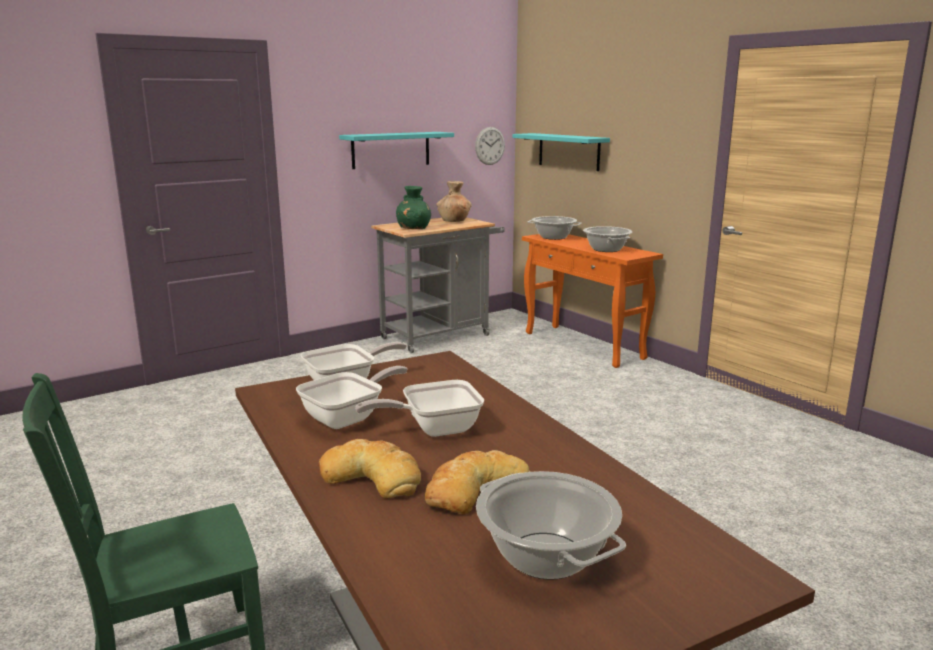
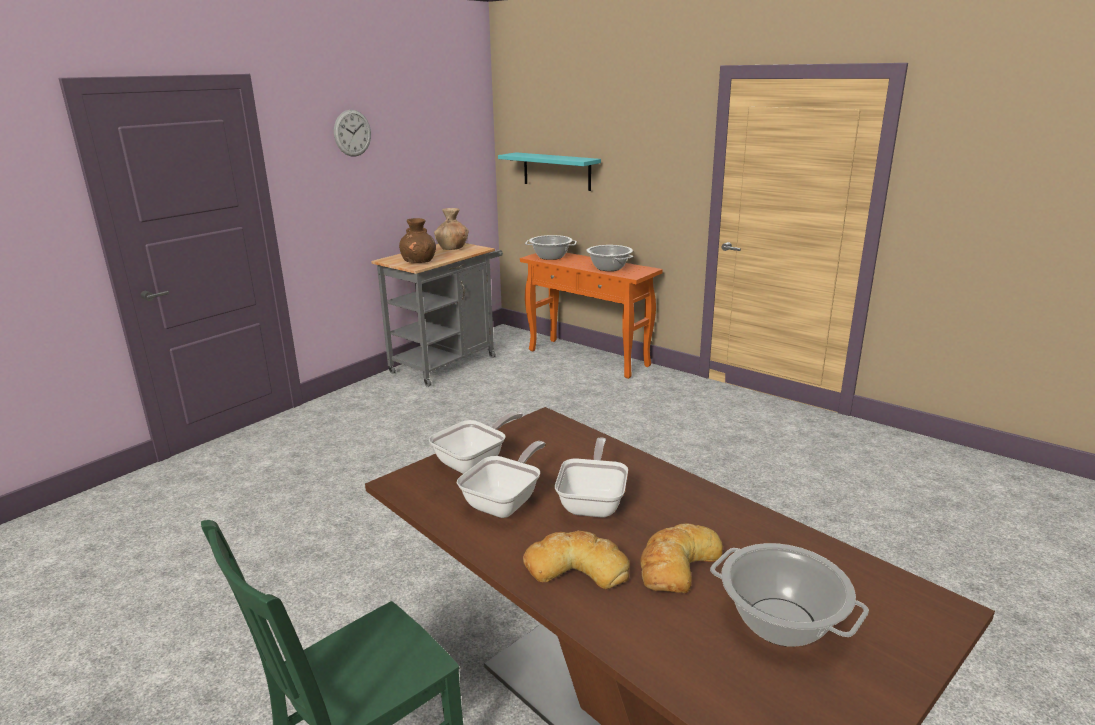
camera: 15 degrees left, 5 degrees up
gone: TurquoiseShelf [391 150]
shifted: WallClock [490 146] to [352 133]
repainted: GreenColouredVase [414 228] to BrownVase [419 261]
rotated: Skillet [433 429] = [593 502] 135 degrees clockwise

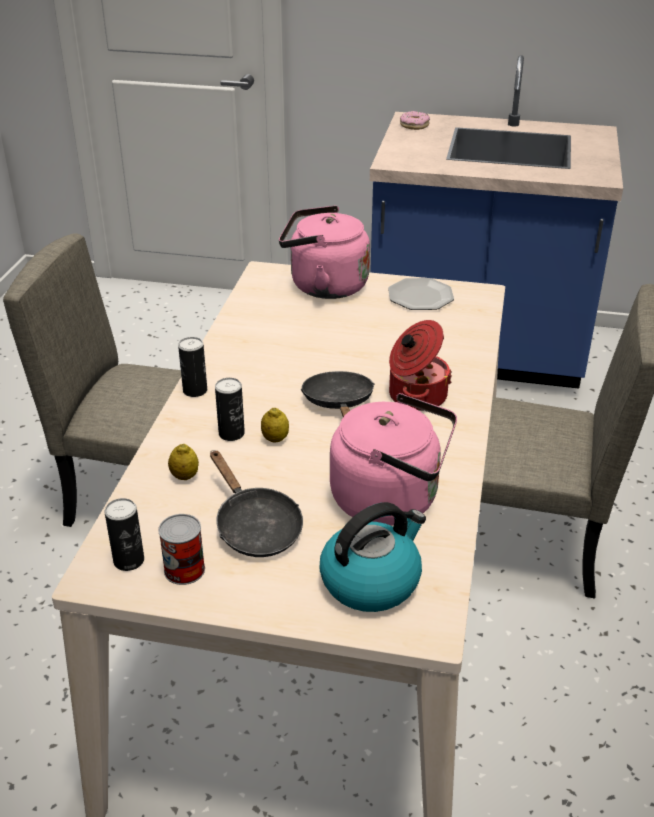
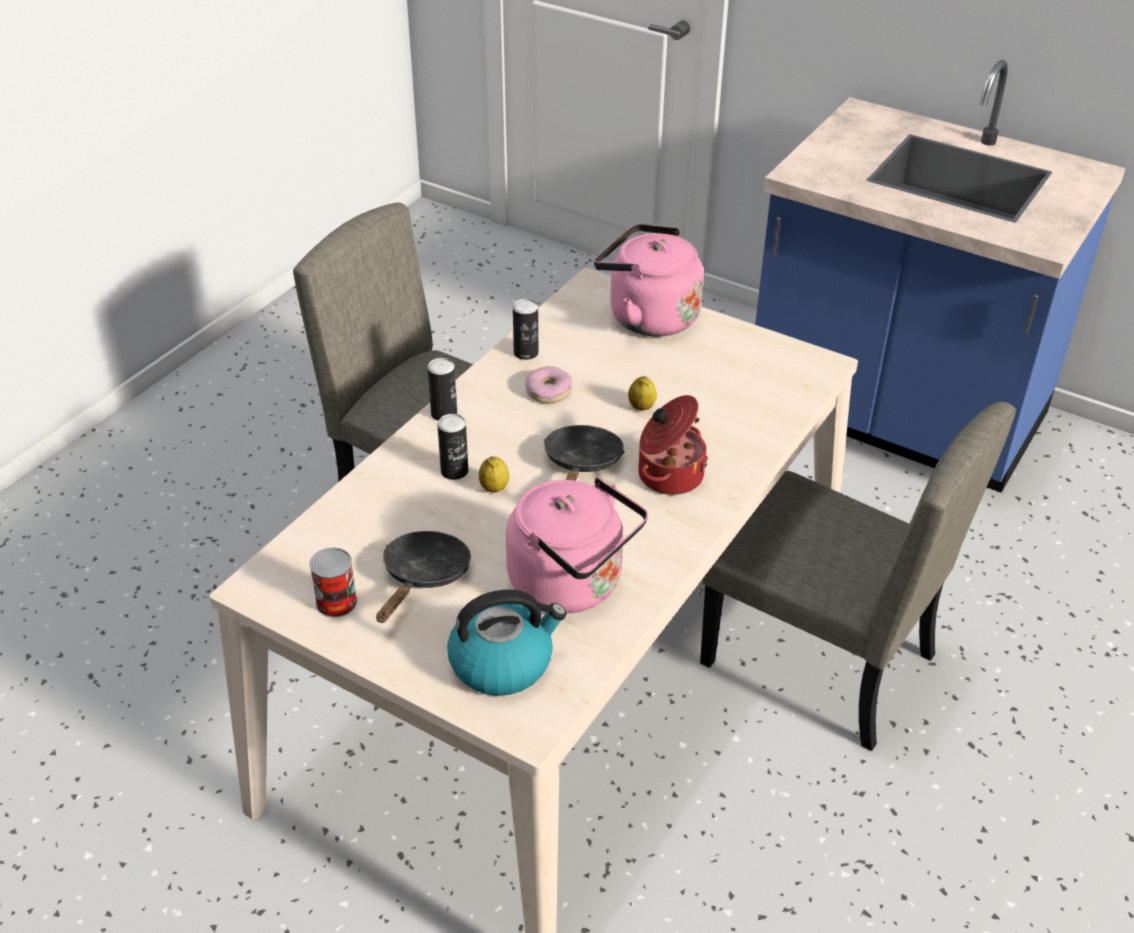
camera: 20 degrees right, 5 degrees up
gone: DinnerPlate [420 296]
shifted: SealedCan [129 560] to [526 353]; WholeLemon [184 476] to [641 407]; RingDoughnut [414 125] to [548 391]
rotated: BlackColouredSkillet [255 527] = [423 577] 150 degrees counterclockwise

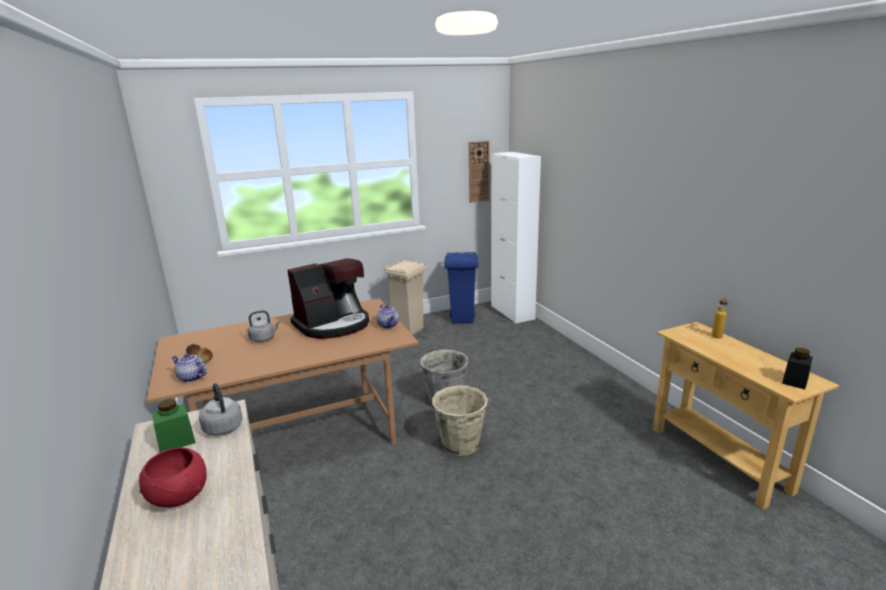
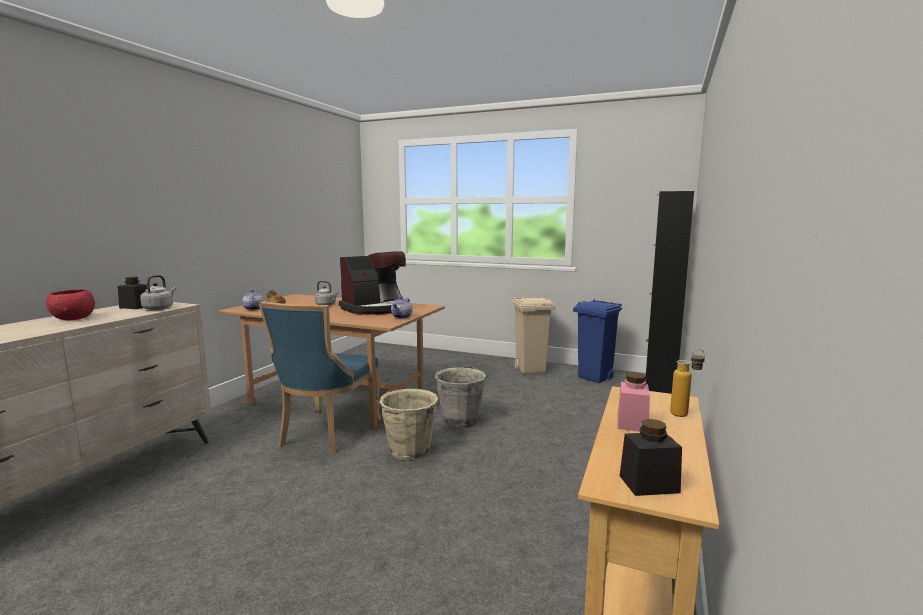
camera: 45 degrees right, 10 degrees down
gone: WallClock [478 172]
new: BlueChair [326 433]; PinkColouredJar [632 423]
repainted: GreenColouredJar [176 441] to BlackColouredJar [135 307]; WhiteColouredCupboard [512 312] to BlackColouredCupboard [660 389]
rotated: CoffeeMaker [333 324] = [376 309] 45 degrees counterclockwise

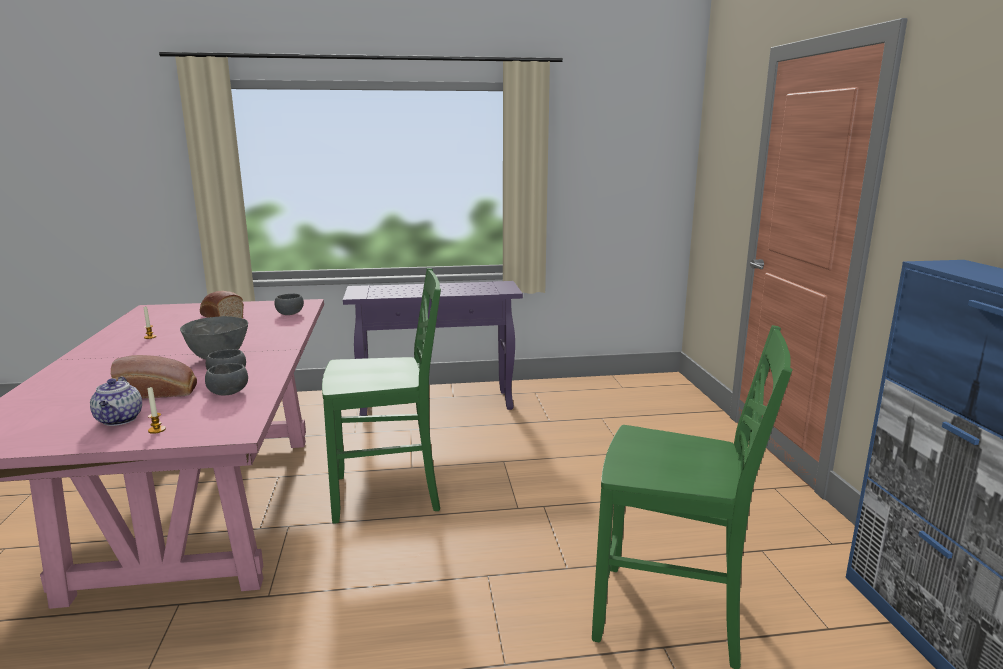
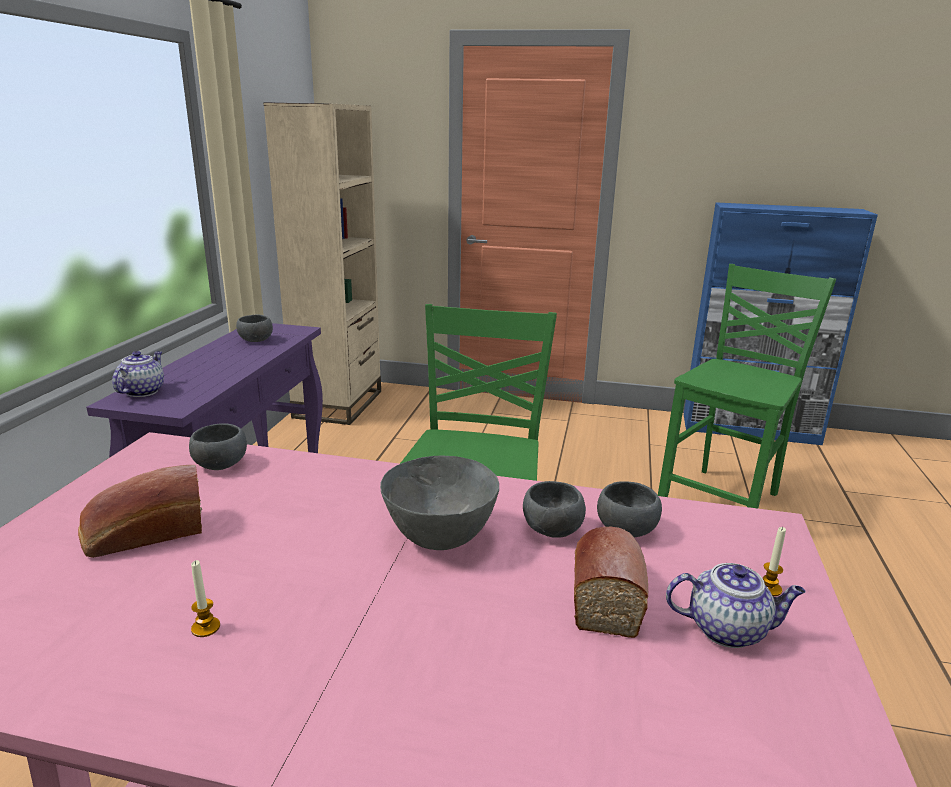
camera: 70 degrees left, 5 degrees up
new: Teapot [142 391]; GreyDeepDish [255 340]; SandColouredBookcase [338 404]

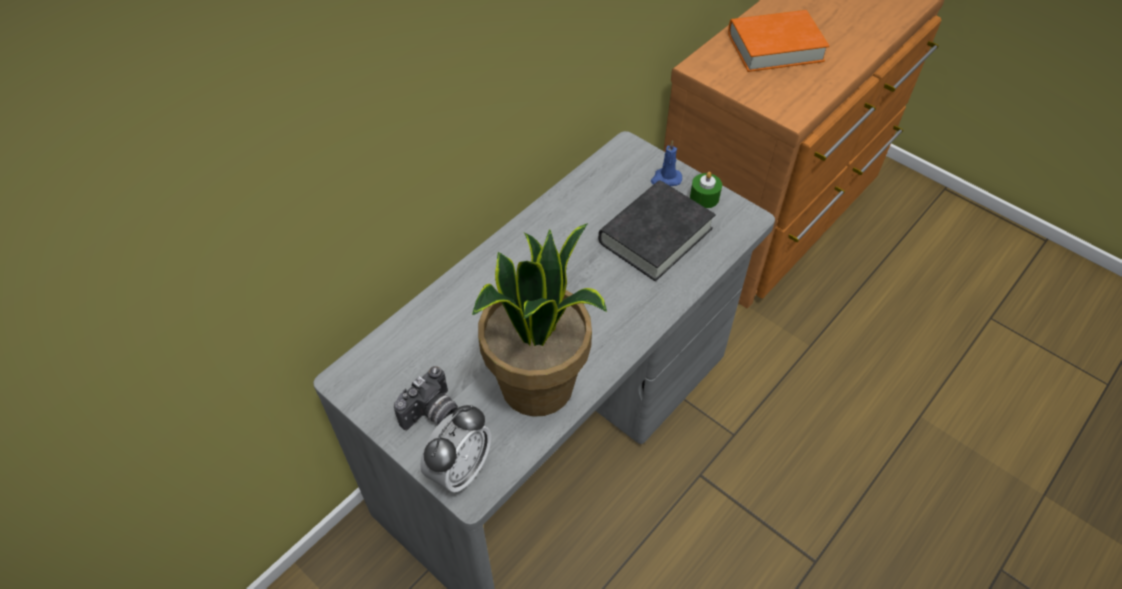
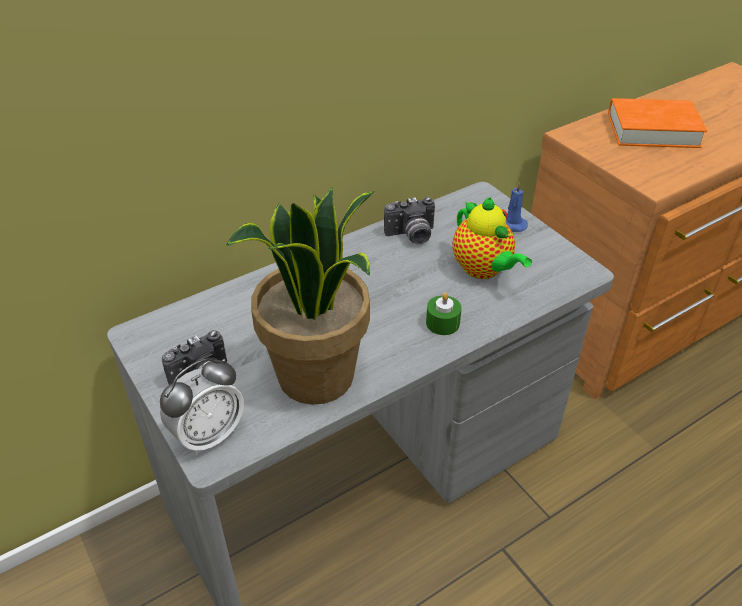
camera: 15 degrees right, 10 degrees down
new: StillCamera [411 236]
shifted: GreenColouredCandle [704 197] to [442 323]
swapped: BlackColouredVolume [655 235] to Teapot [483 270]

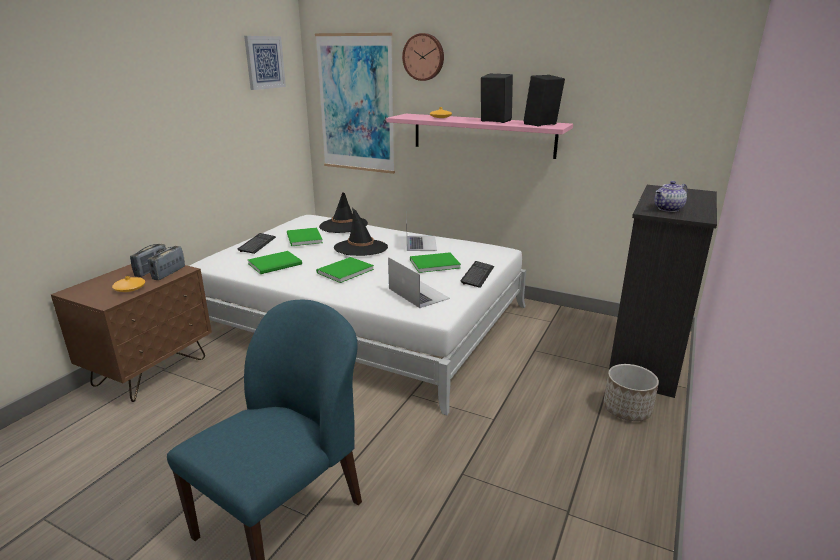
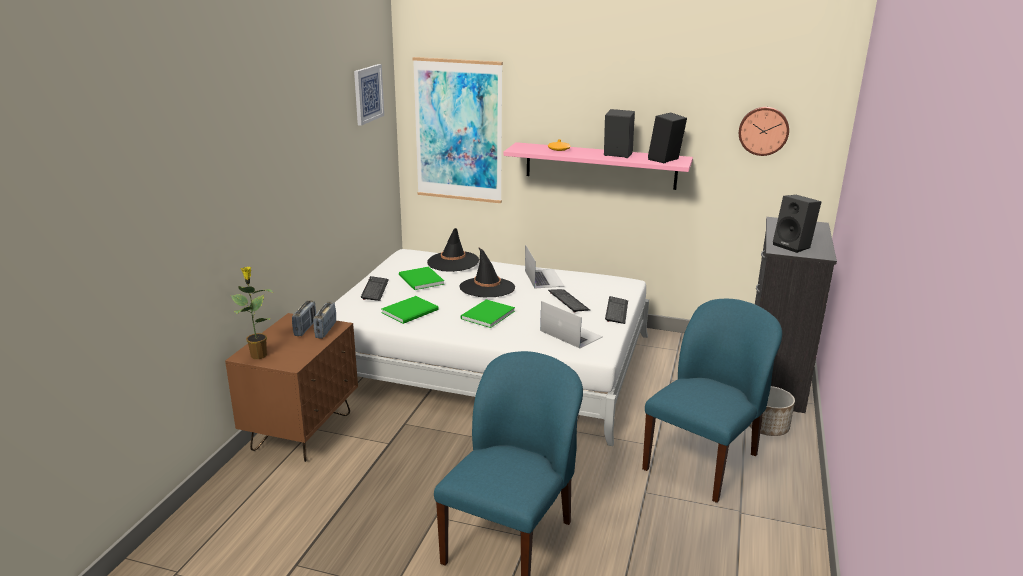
camera: 10 degrees left, 0 degrees up
gone: OrangeVase [130 289]
new: PottedPlant [258 355]; BlueChair [702 461]
shifted: WallClock [424 57] to [763 130]
swapped: GreenColouredVolume [433 263] to ComputerKeyboard [568 301]; Teapot [668 209] to BlackColouredSpeaker [794 246]

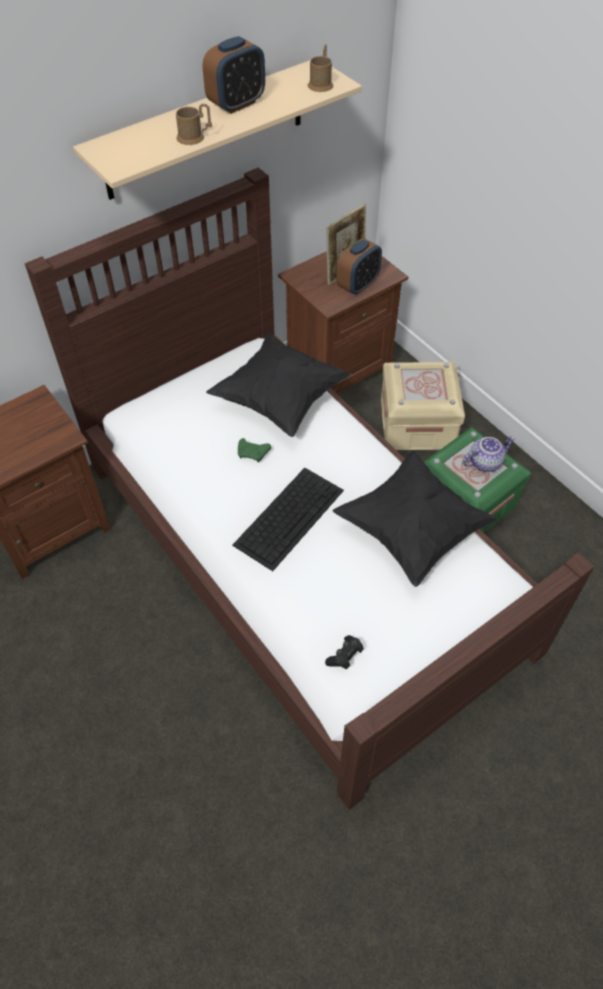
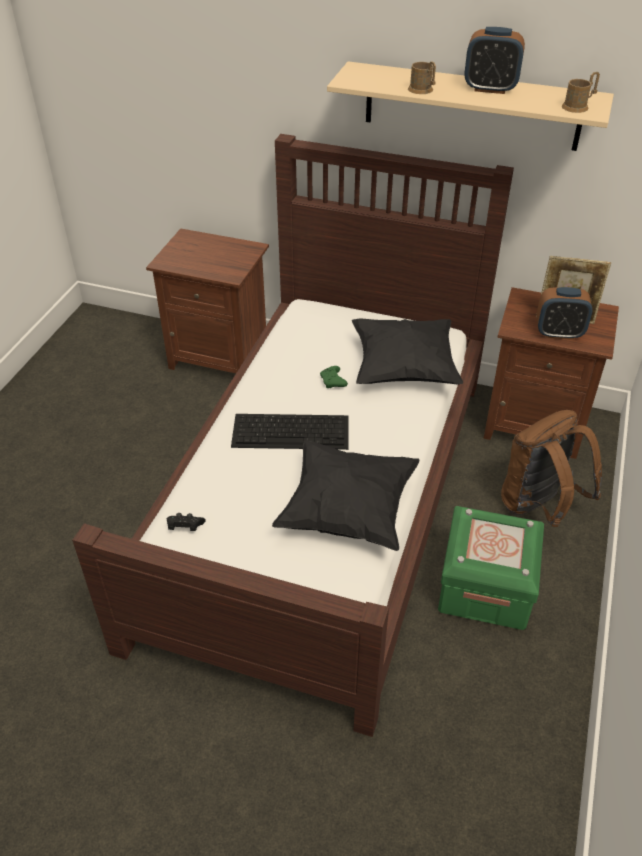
camera: 55 degrees right, 10 degrees down
gone: Teapot [484 462]
swapped: SandColouredStorageBox [417 424] to BrownBackpack [538 507]

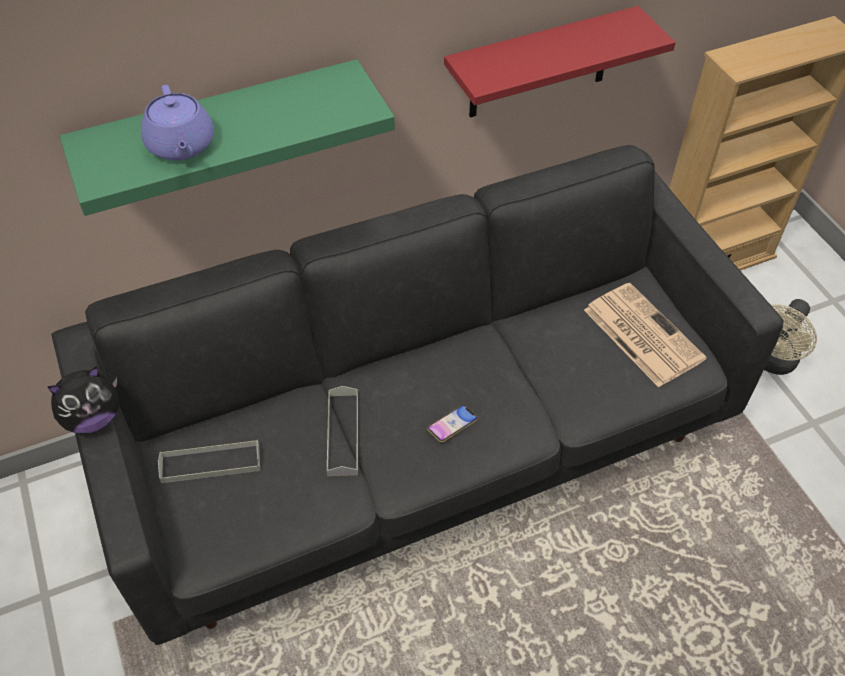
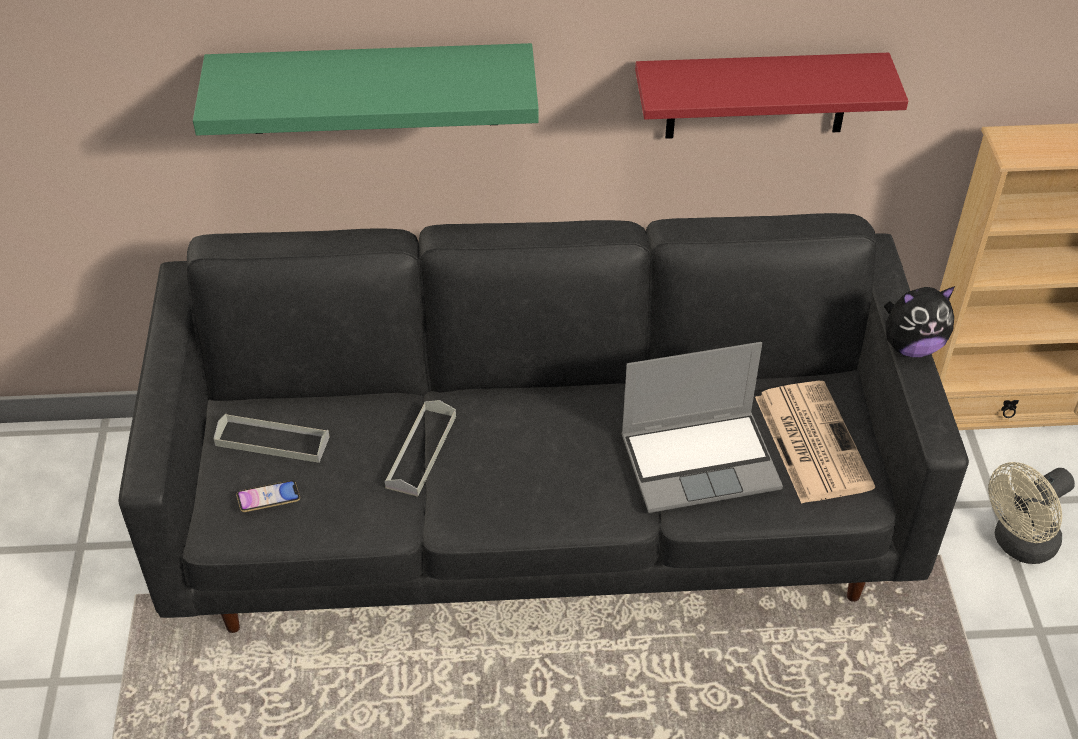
camera: 20 degrees right, 5 degrees down
gone: PurplishTeapot [181 146]
new: PortableComputer [701 461]
shifted: PlushToy [93 418] to [911 346]; Handset [452 425] to [269 499]

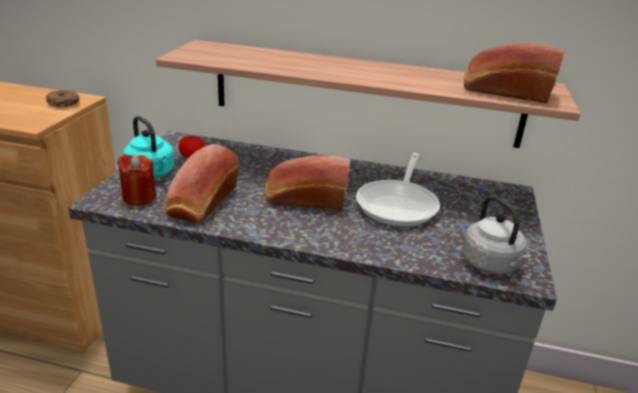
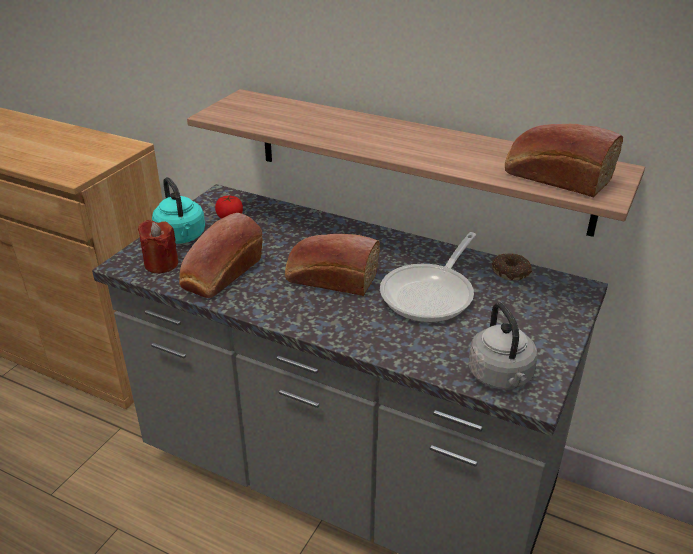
camera: 15 degrees right, 5 degrees up
shifted: RingDoughnut [64 103] to [511 272]

